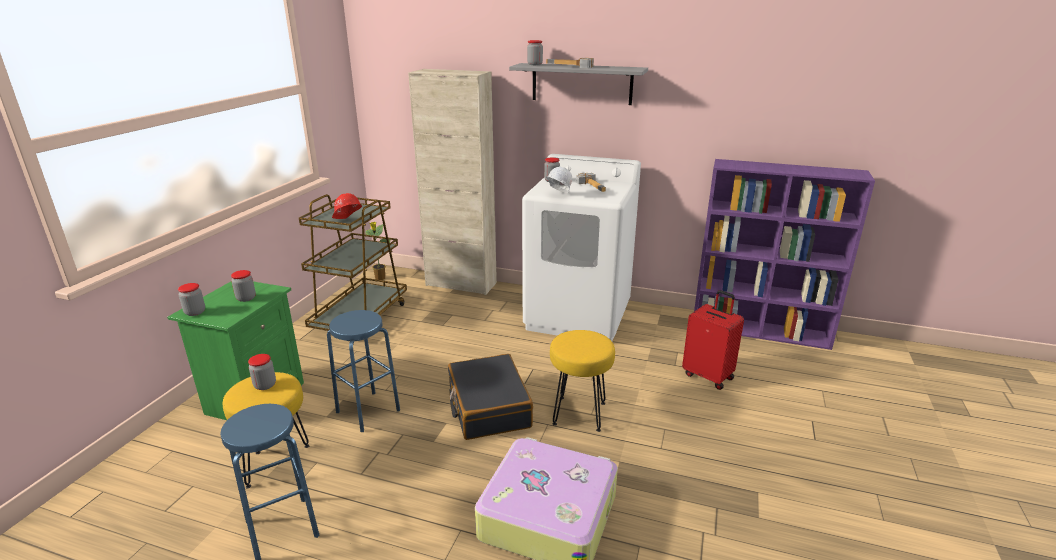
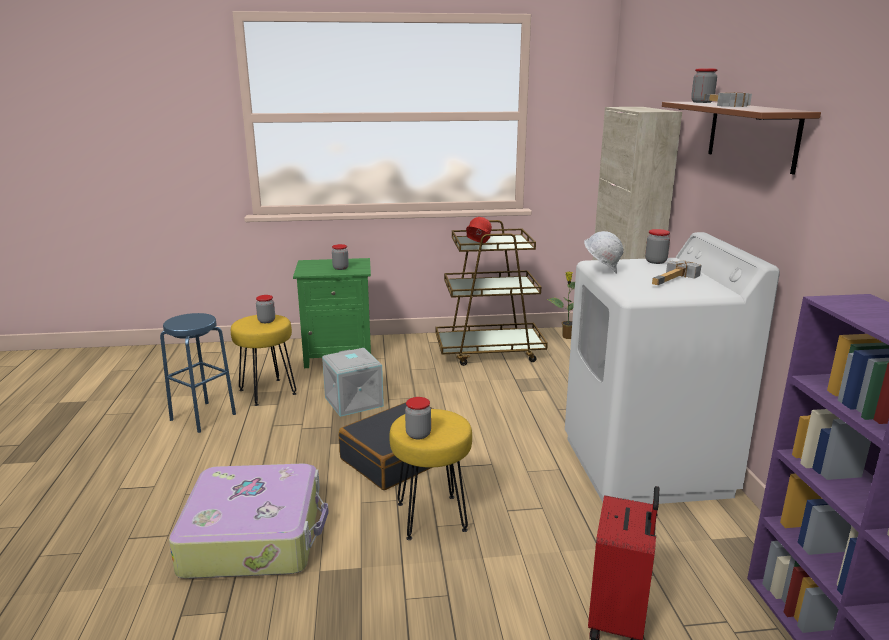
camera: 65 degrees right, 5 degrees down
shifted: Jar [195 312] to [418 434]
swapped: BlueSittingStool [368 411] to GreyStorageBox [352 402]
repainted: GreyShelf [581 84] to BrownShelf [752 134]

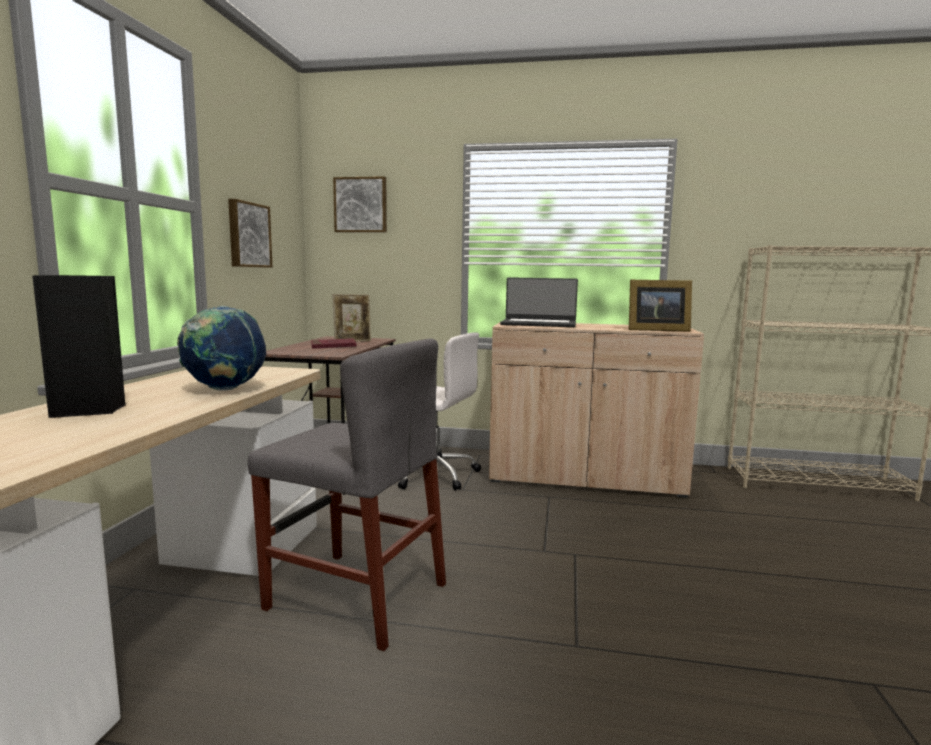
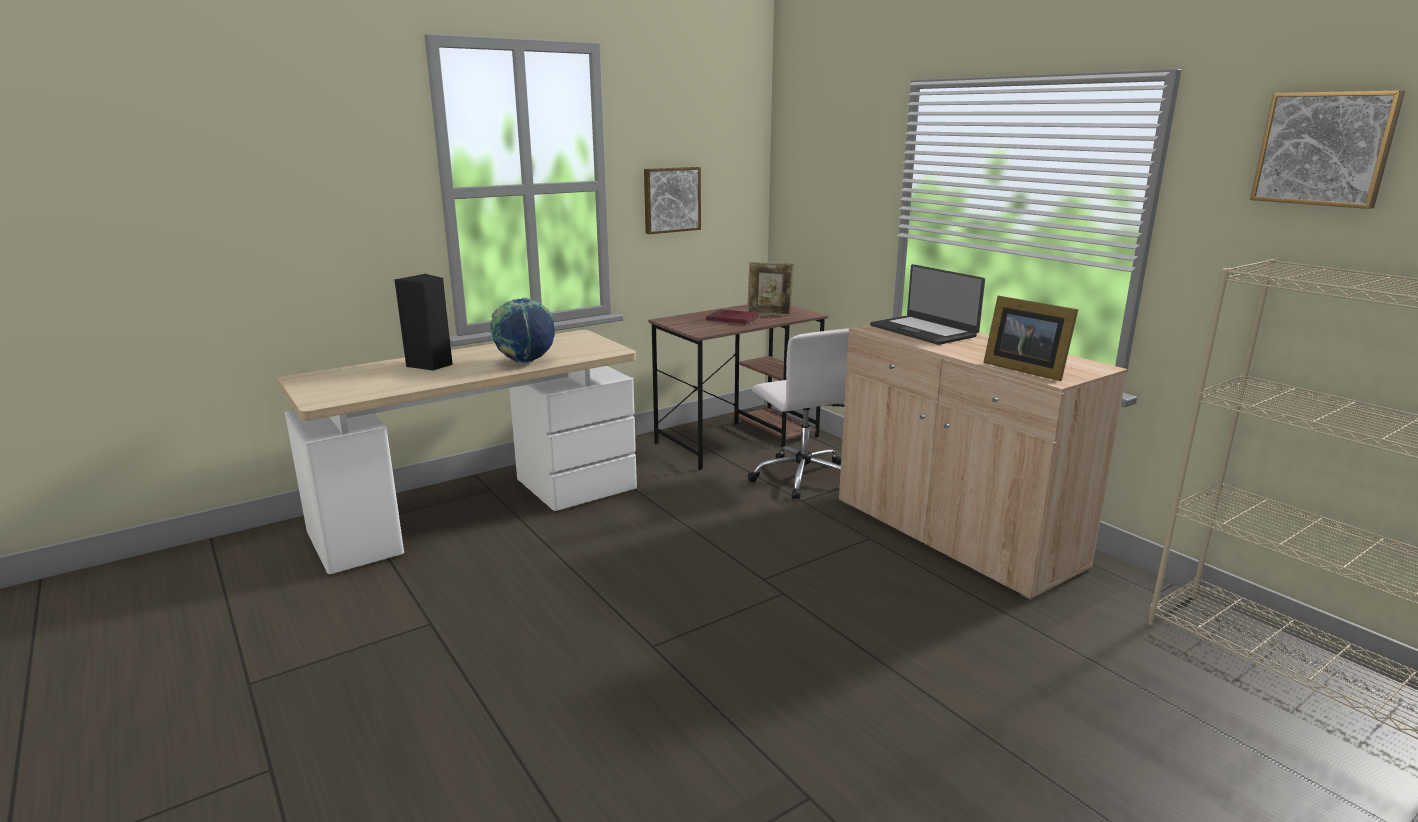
camera: 45 degrees right, 10 degrees up
gone: GreyChair [356 596]
shifted: Picture [361 205] to [1325 148]

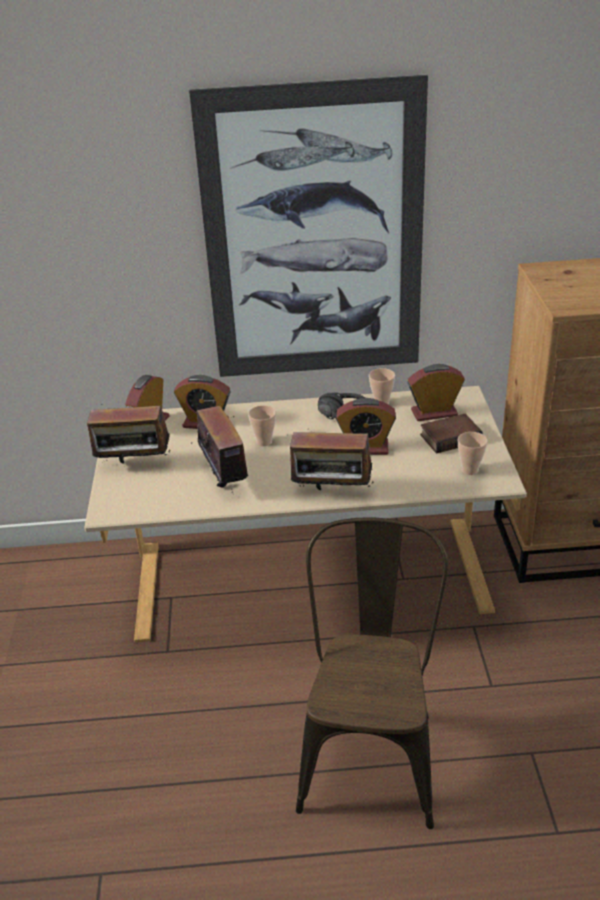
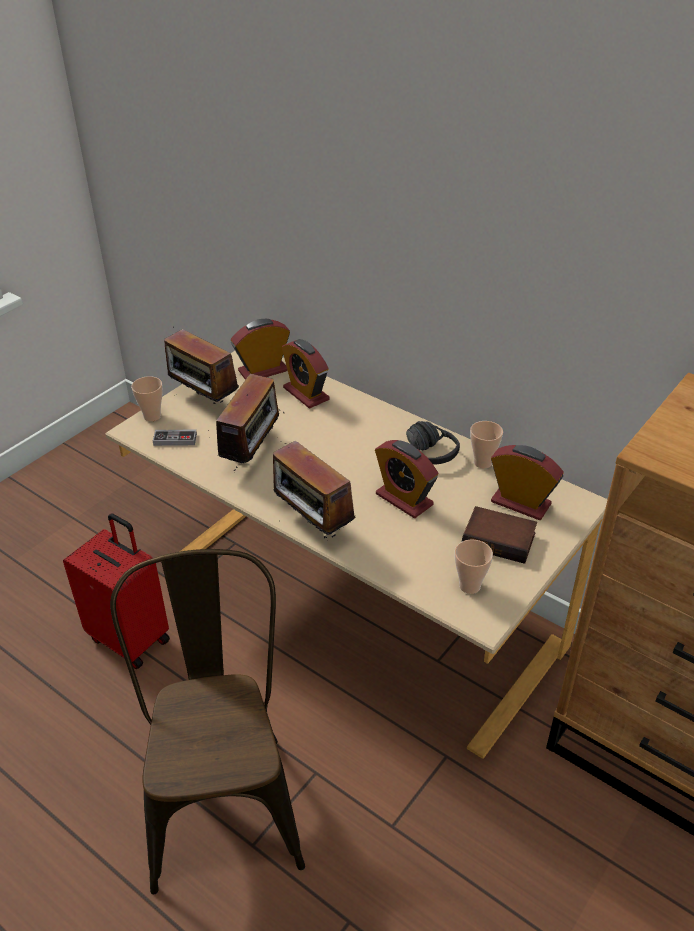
camera: 40 degrees right, 5 degrees up
gone: Picture [314 238]
new: ReddishTravelCase [131 638]; GameController [175 439]
shifted: DrinkingCup [264 442] to [152 416]
rotated: BrownChair [371 751] = [223 796] 60 degrees counterclockwise

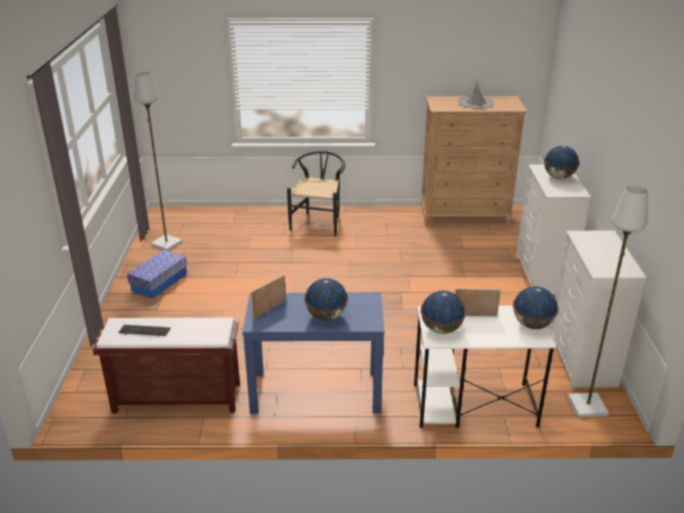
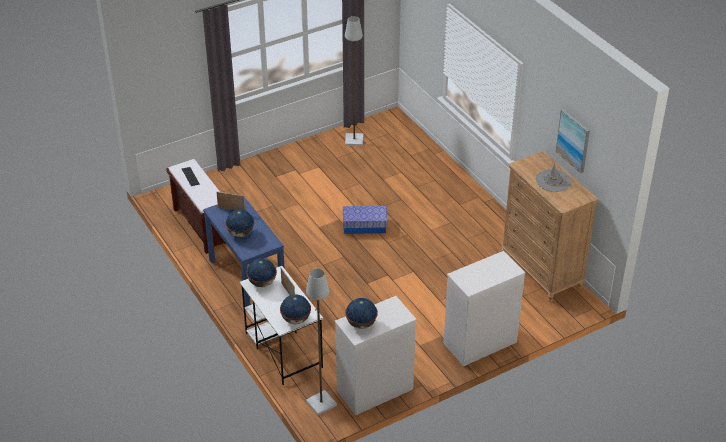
camera: 60 degrees right, 10 degrees up
gone: BlackColouredChair [318 222]
new: Picture [573 140]
shifted: StorageBox [159 282] to [364 226]; Globe [558 177] to [361 324]

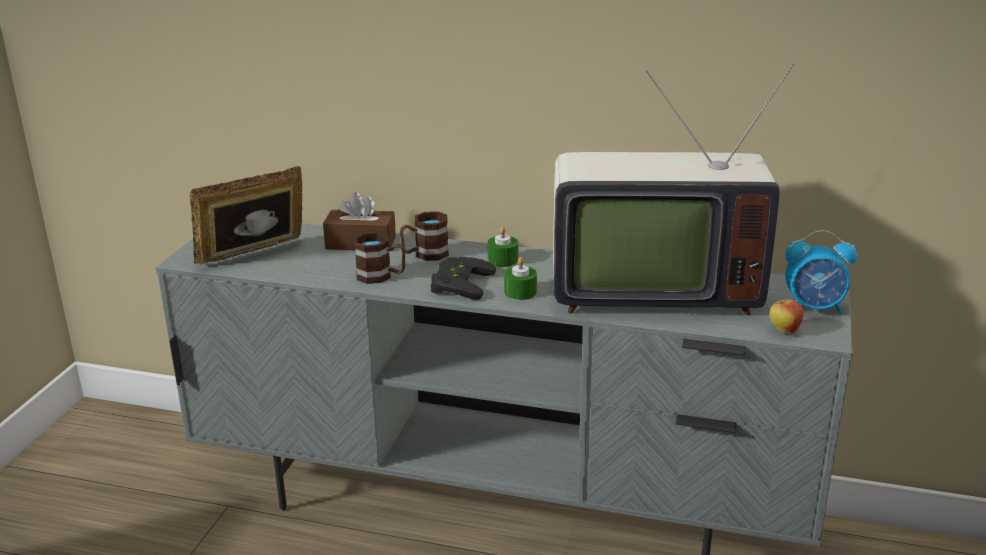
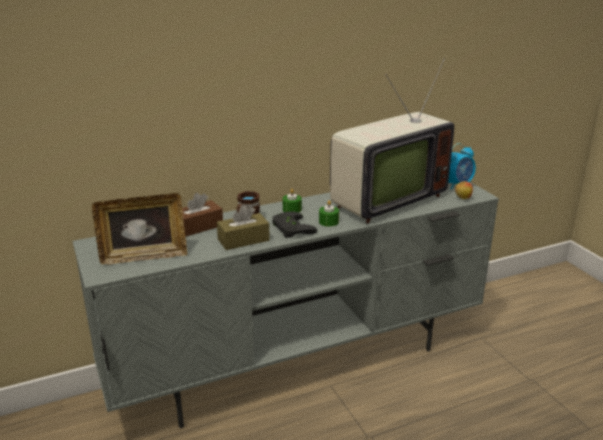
camera: 40 degrees left, 0 degrees up
swapped: BrownTeaMug [381 276] to BrownTissueBox [243 240]
rotated: PhotoFrame [254 256] = [144 256] 120 degrees counterclockwise

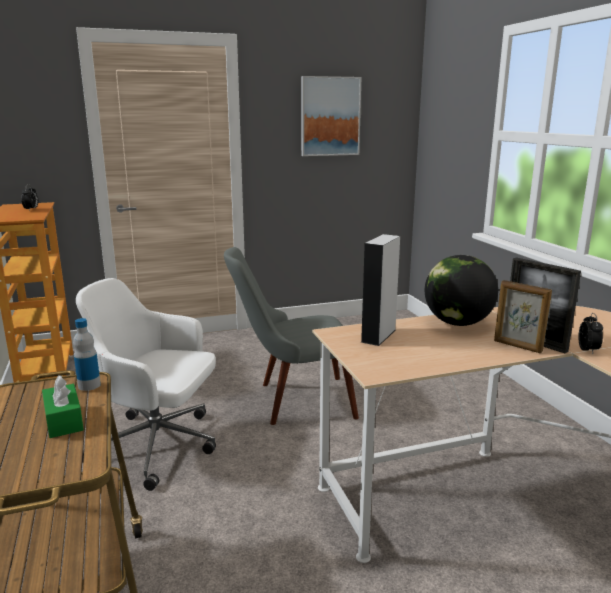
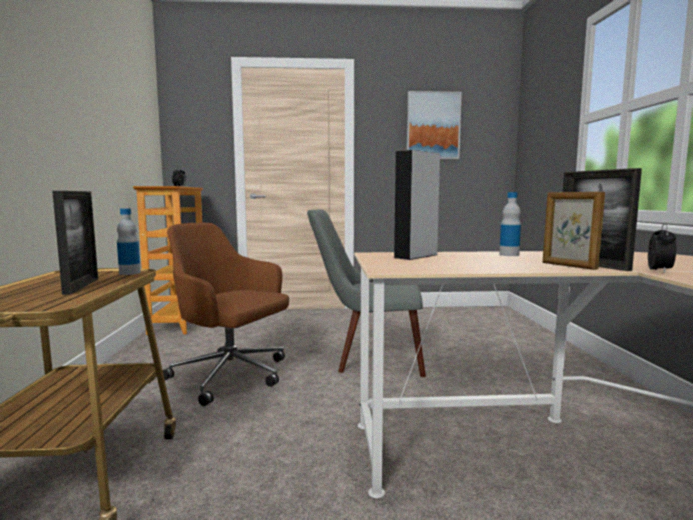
camera: 15 degrees right, 10 degrees down
swapped: GreenColouredTissueBox [64 420] to PhotoFrame [81 286]; Globe [457 323] to Bottle [509 255]
repainted: WhiteColouredOfficeChair [158 446] to BrownOfficeChair [231 376]

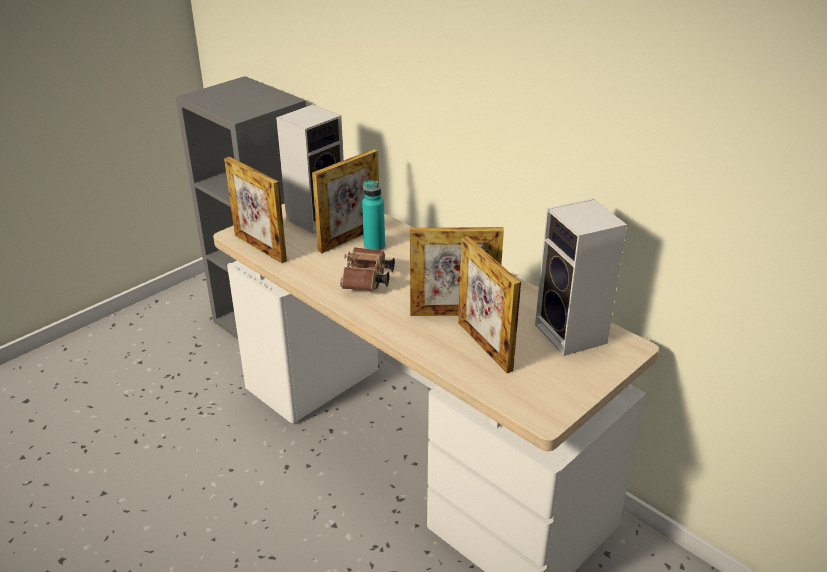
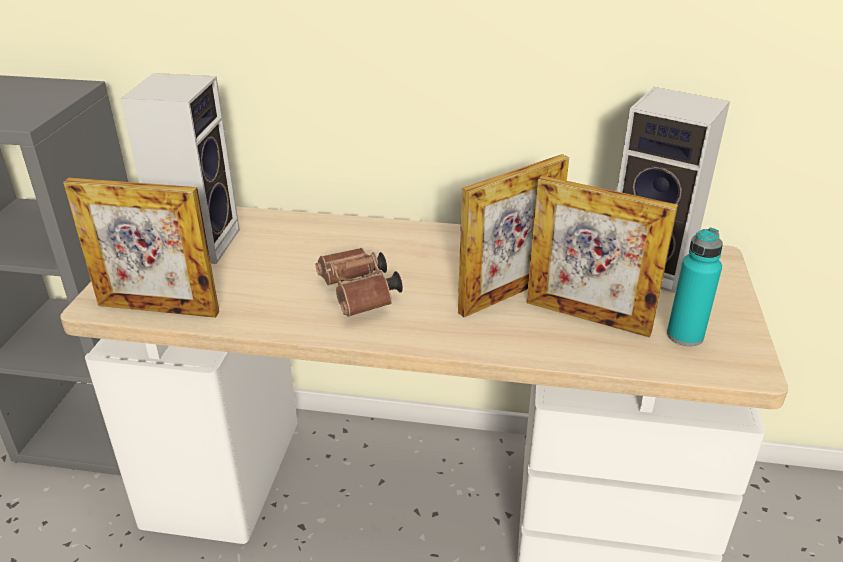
camera: 35 degrees left, 0 degrees up
gone: PhotoFrame [349 238]
shifted: TurquoiseBottle [374 246] to [685 335]

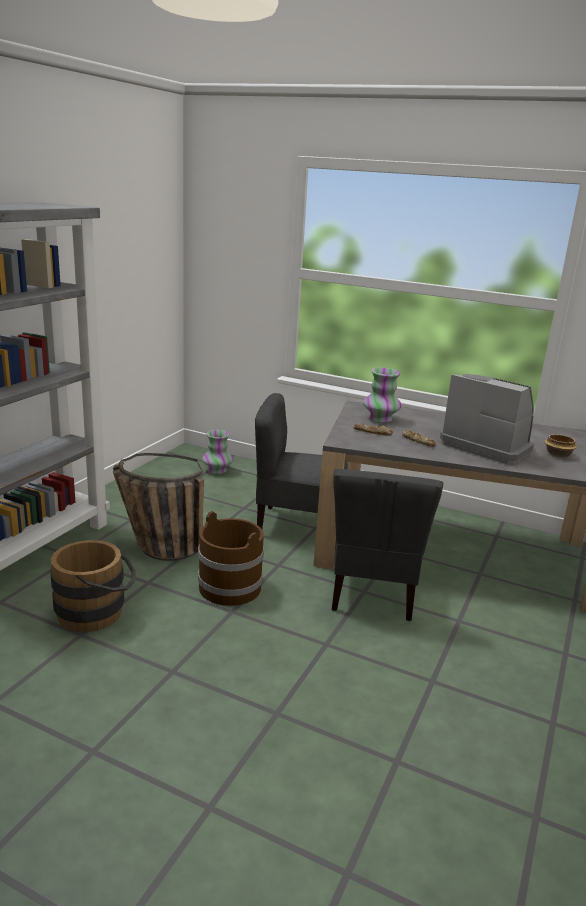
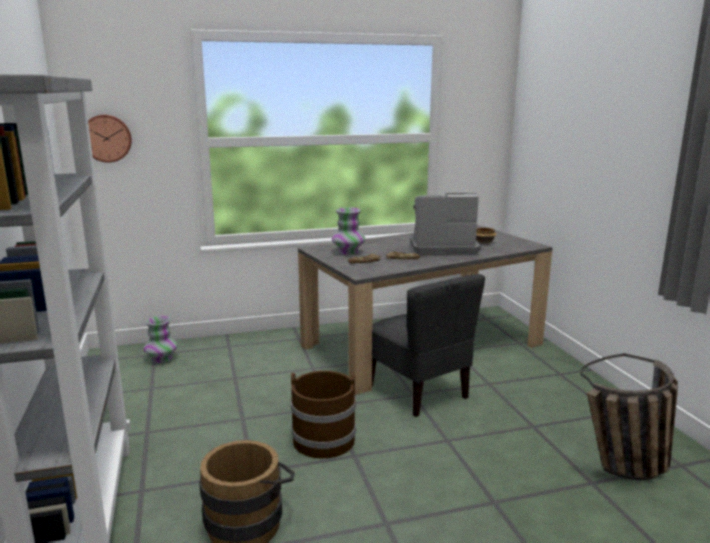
camera: 40 degrees left, 5 degrees down
gone: GreyChair [297 525]
new: WallClock [107 138]
shifted: Basket [155 549] to [625 470]

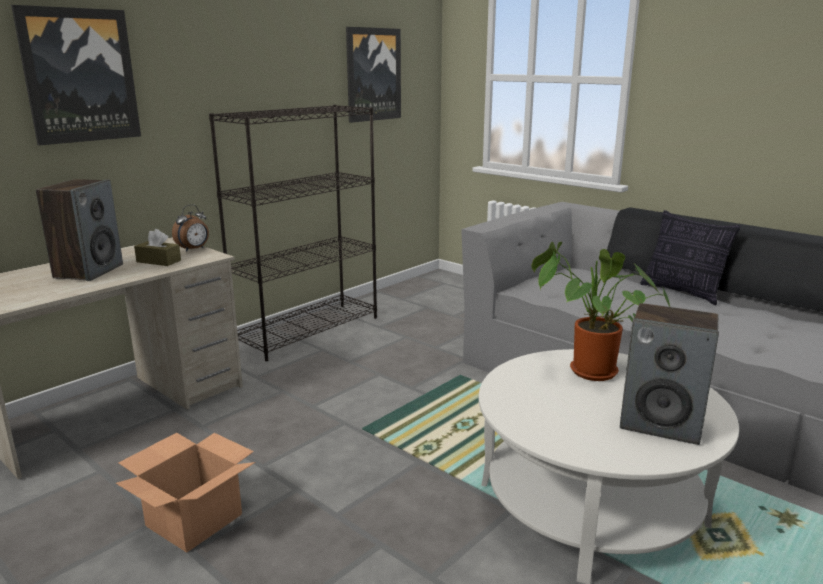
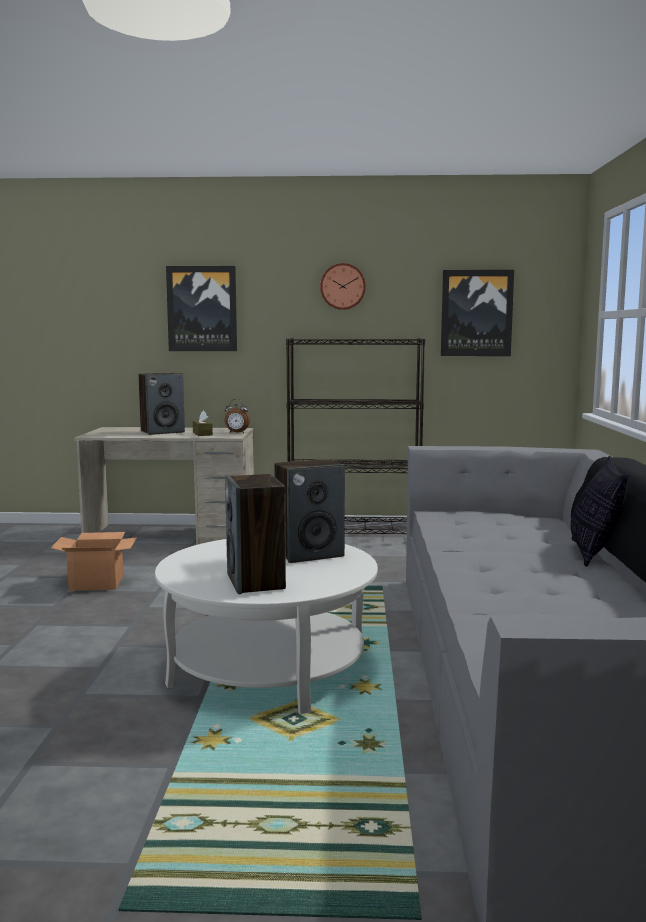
camera: 50 degrees right, 10 degrees down
new: WallClock [342 286]
swapped: PottedPlant [588 372] to Speaker [309 554]

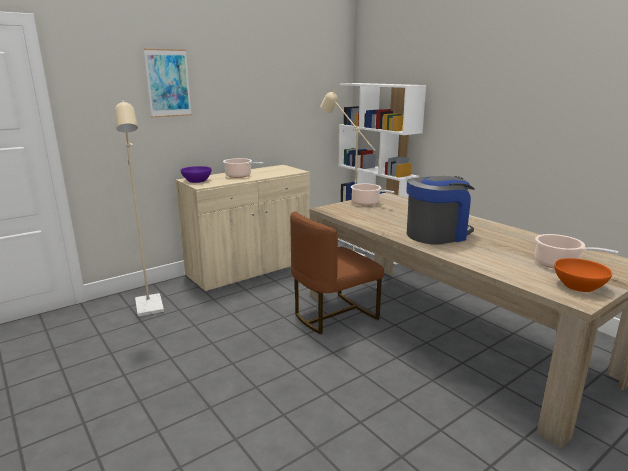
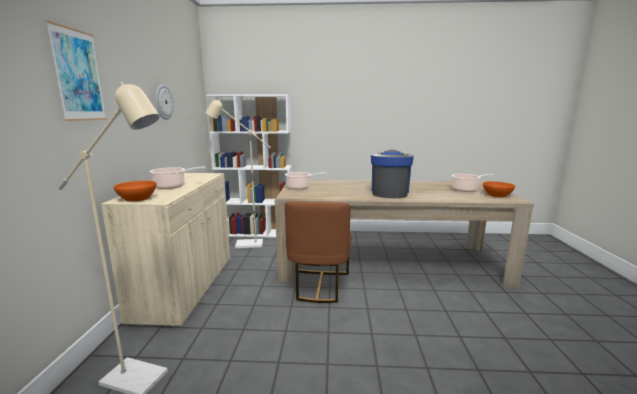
camera: 50 degrees left, 5 degrees down
new: WallClock [163 102]
repainted: PurplishDeepDish [197 180] to OrangeDeepDish [137 199]

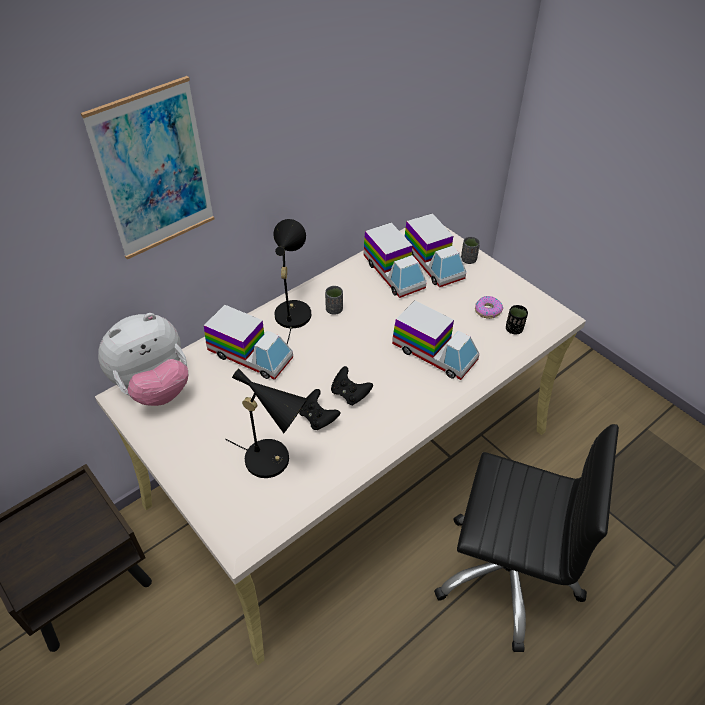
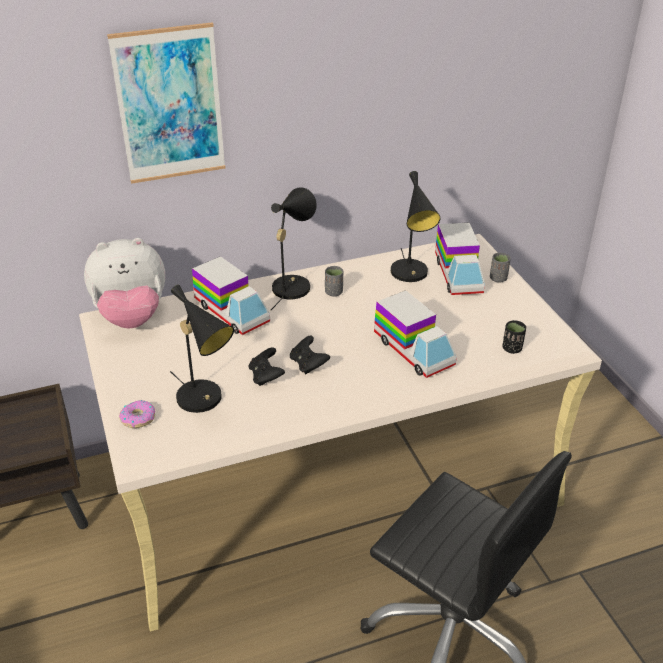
camera: 20 degrees right, 10 degrees down
shifted: RingDoughnut [488 310] to [138 418]
swapped: ModelTruck [393 274] to BlackColouredTabletopLamp [411 275]

